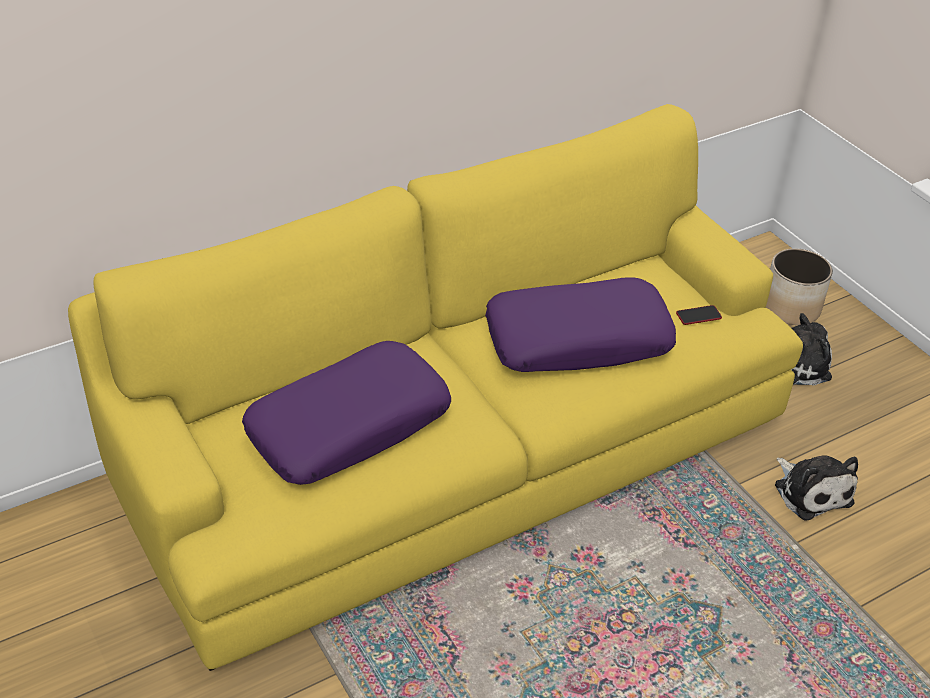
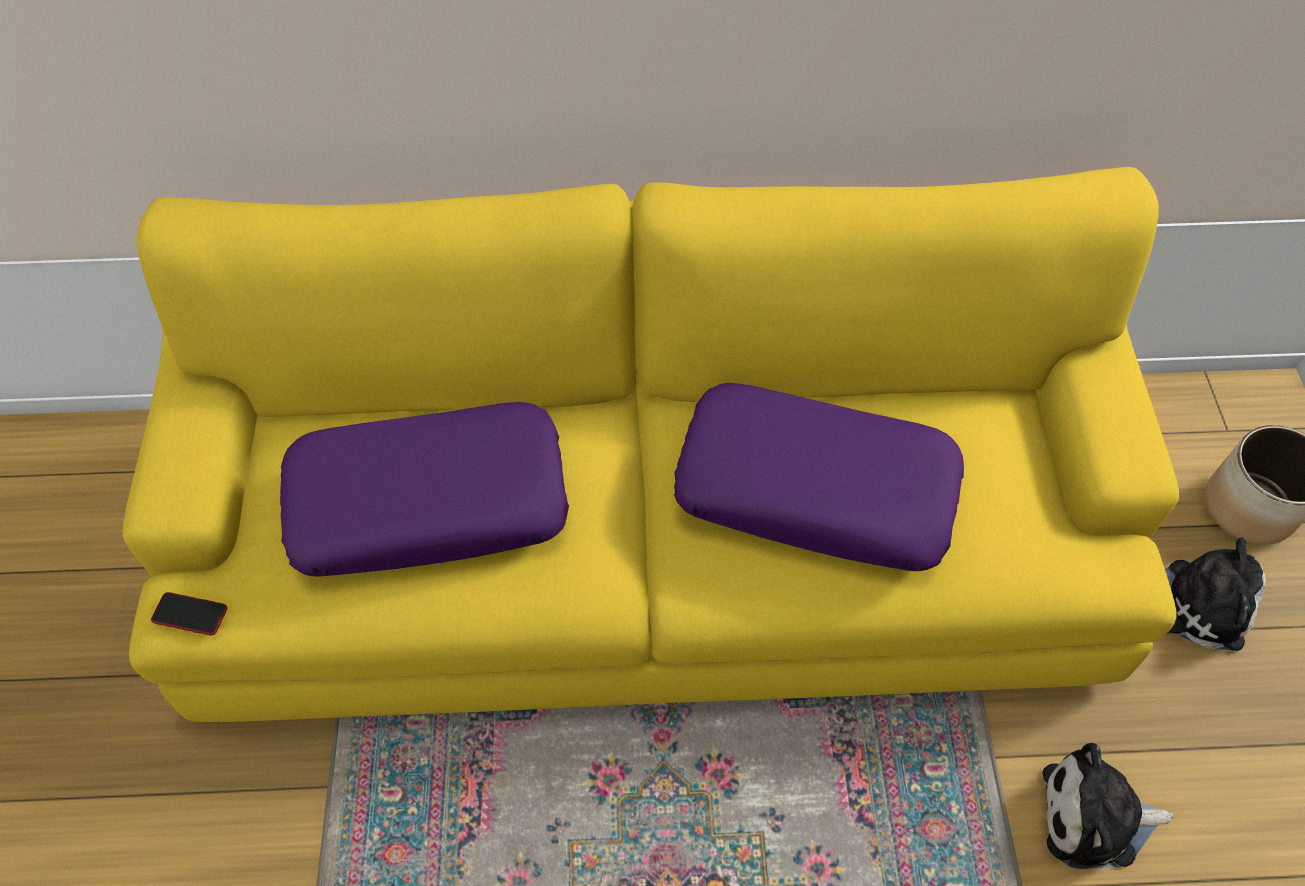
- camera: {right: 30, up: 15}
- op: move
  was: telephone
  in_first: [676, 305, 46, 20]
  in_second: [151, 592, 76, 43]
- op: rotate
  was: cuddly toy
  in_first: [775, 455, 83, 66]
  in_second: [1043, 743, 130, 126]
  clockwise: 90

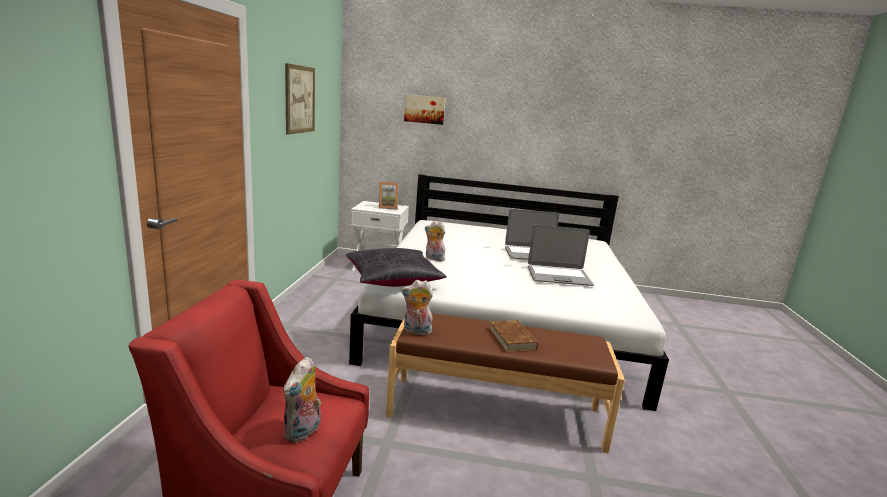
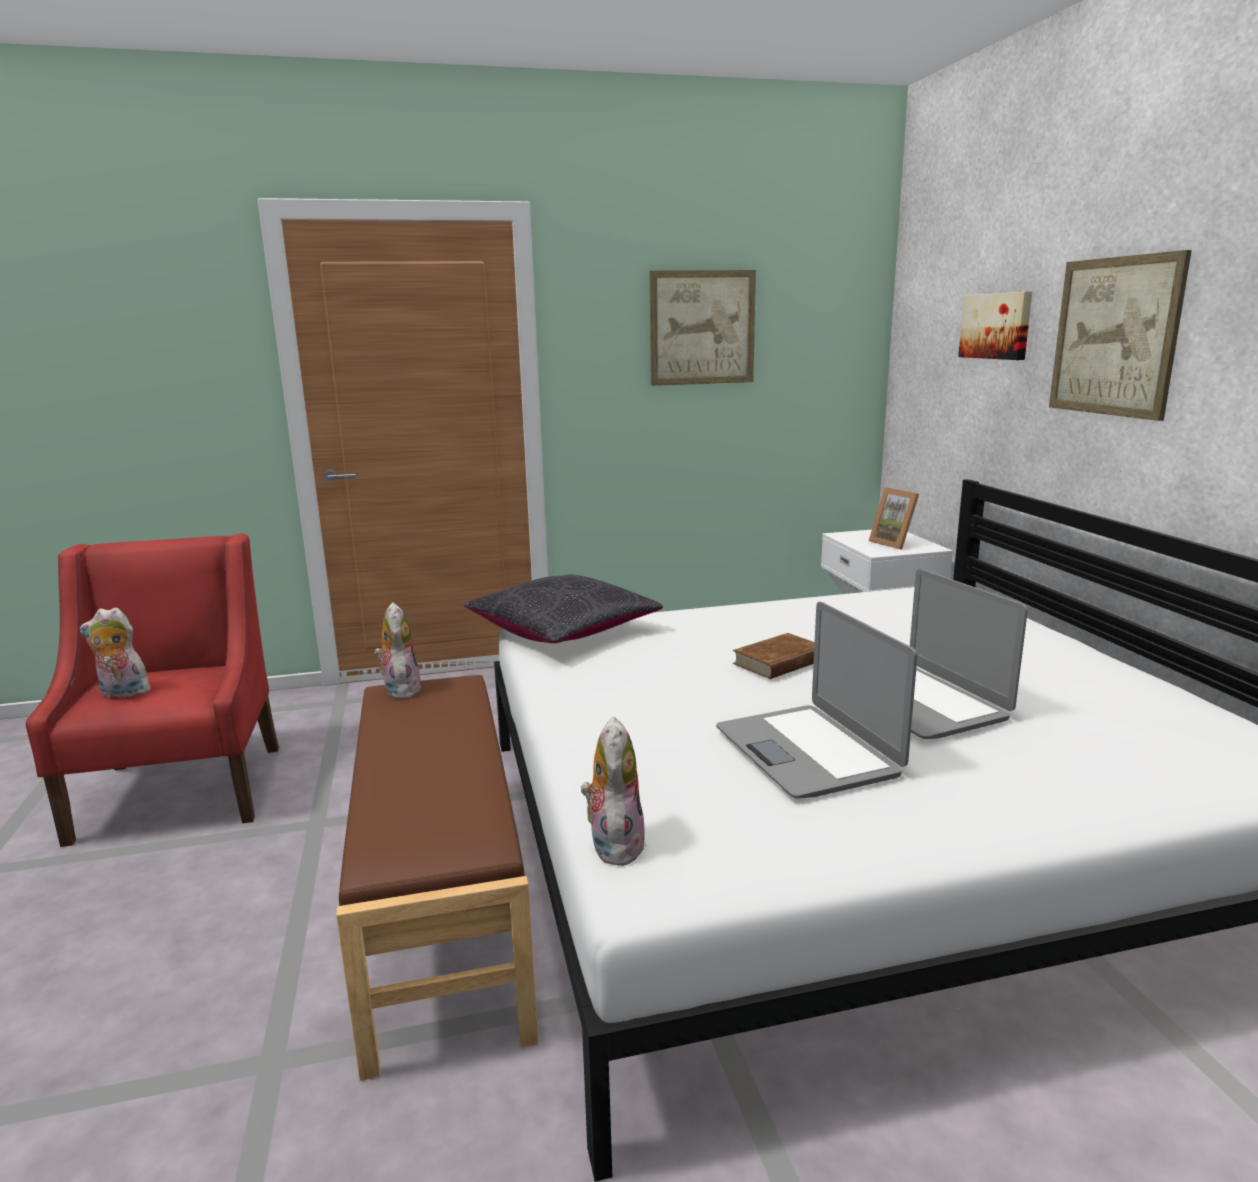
- camera: {right: 70, up: 0}
- op: insert
  now: wall picture
  in_second: [1049, 250, 143, 171]
- op: move
  was: cuddly toy
  in_first: [425, 221, 20, 40]
  in_second: [581, 717, 65, 149]
- op: move
  was: volume in brown
  in_first: [489, 320, 49, 32]
  in_second: [733, 633, 82, 46]

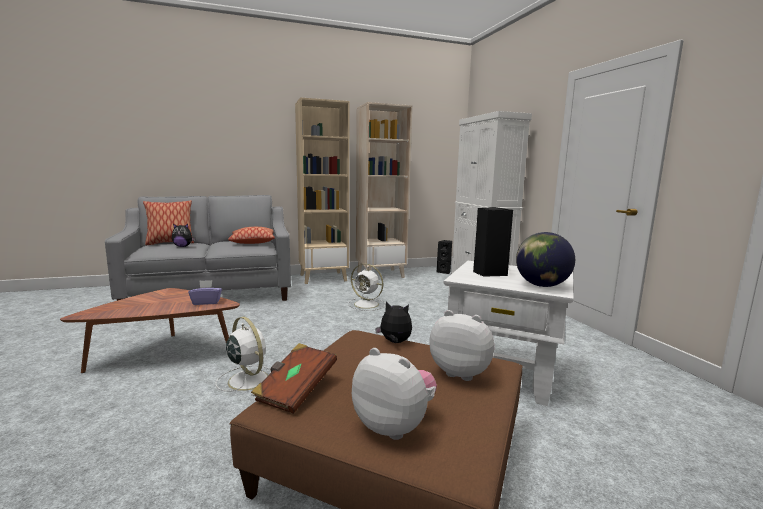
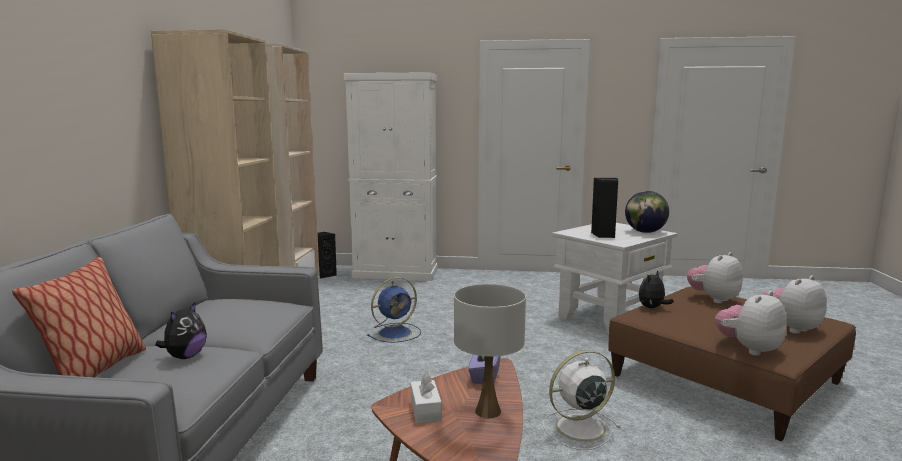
- camera: {right: -65, up: 0}
- op: delete
  was: cushion
  in_first: [228, 227, 47, 17]
- op: insert
  now: tissue box in whitish
  in_second: [411, 372, 31, 51]
- op: insert
  now: tabletop lamp in whitish
  in_second: [454, 284, 72, 134]
- op: replace
  was: volume in brown
  now: cuddly toy
  in_first: [251, 343, 86, 71]
  in_second: [715, 291, 71, 65]
- op: recolor
  was: electric fan in whitish
  now: electric fan in bluish
  in_first: [348, 264, 38, 47]
  in_second: [367, 277, 54, 66]

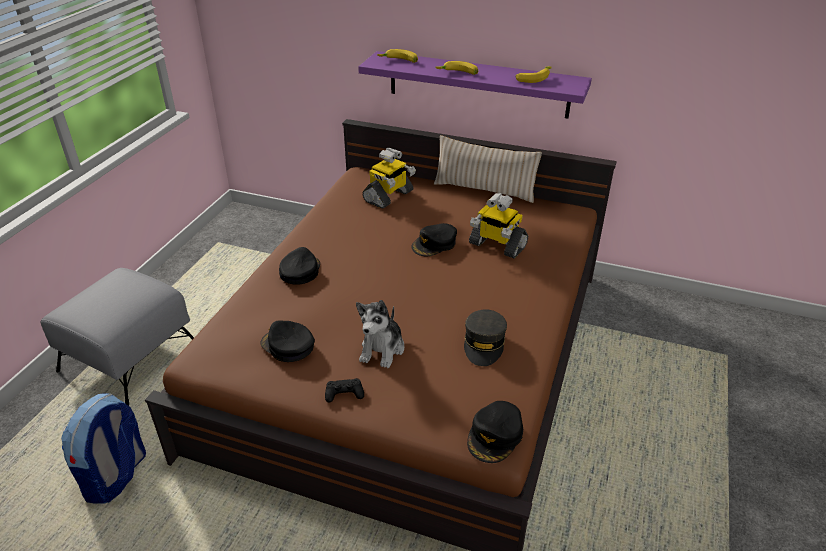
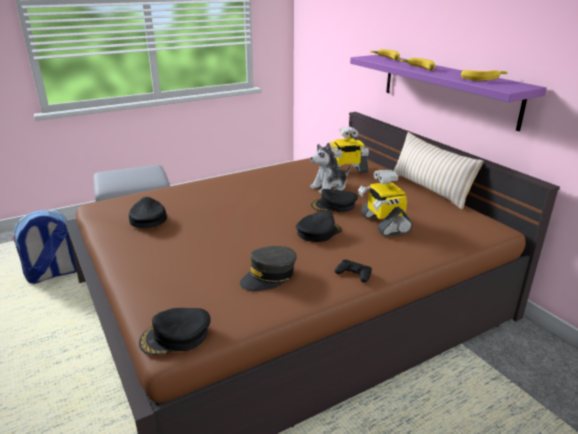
- camera: {right: 40, up: -10}
- op: move
  was: peaked cap in blackish
  in_first: [279, 247, 41, 38]
  in_second: [296, 211, 46, 31]
- op: move
  was: gamepad in blackish
  in_first: [325, 378, 39, 24]
  in_second: [335, 260, 37, 23]
- op: move
  was: cuddly toy
  in_first: [356, 300, 49, 68]
  in_second: [310, 142, 40, 52]

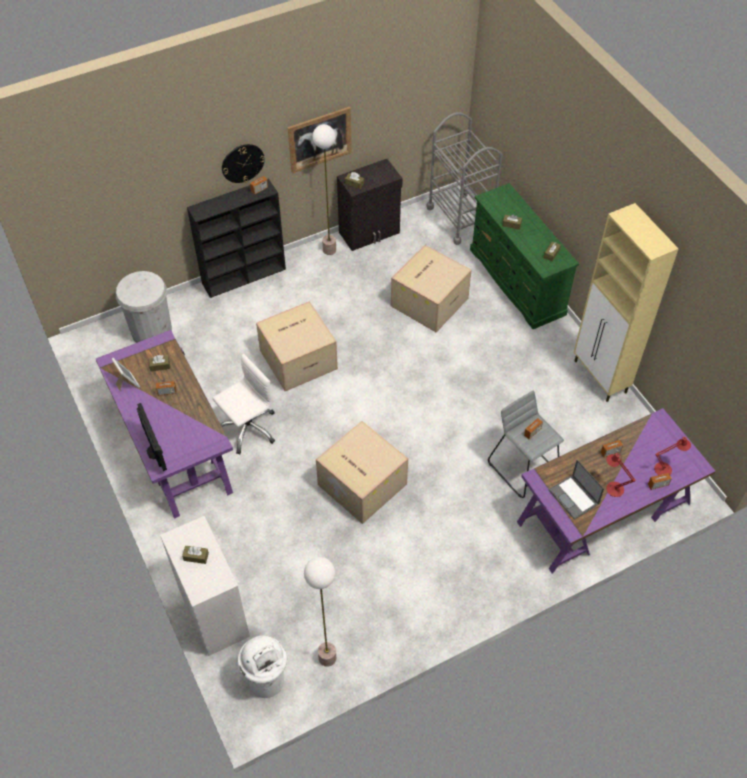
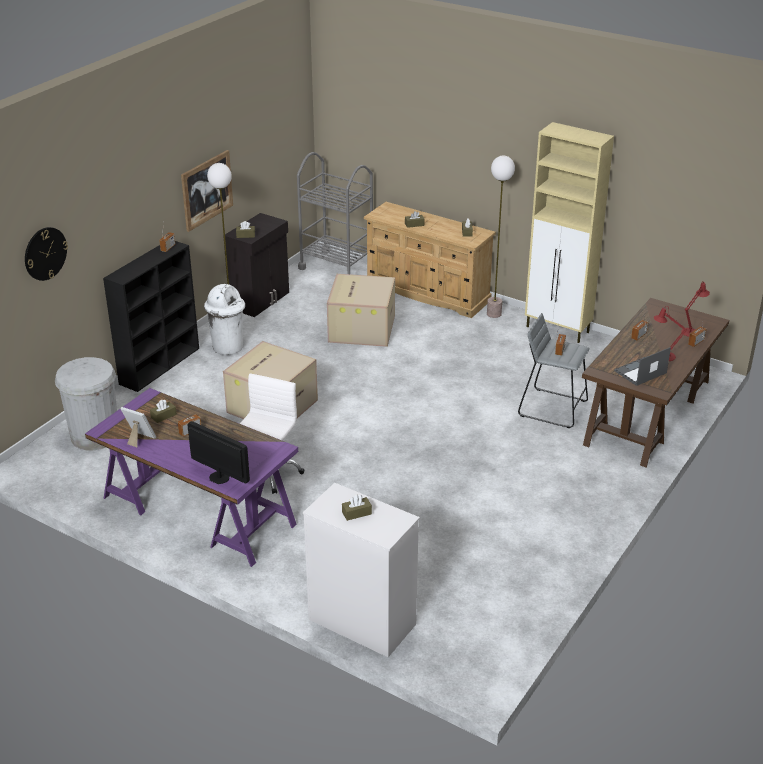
- camera: {right: -30, up: -20}
- op: delete
  was: cardboard box
  in_first: [316, 421, 92, 103]
- op: move
  was: clock on the wall
  in_first: [222, 144, 43, 39]
  in_second: [25, 227, 43, 54]
- op: move
  was: trash can in whitish
  in_first: [238, 635, 49, 63]
  in_second: [204, 284, 41, 71]
- op: move
  was: standard lamp
  in_first: [304, 557, 32, 110]
  in_second: [487, 155, 28, 163]
- op: recolor
  was: drawer chest in greenish
  now: drawer chest in sand-coloured
  in_first: [470, 183, 109, 146]
  in_second: [364, 202, 132, 116]
- op: recolor
  was: desk table in purple
  now: desk table in brown
  in_first: [517, 408, 199, 166]
  in_second: [582, 298, 147, 169]
- op: rotate
  was: notebook computer
  in_first: [549, 460, 55, 60]
  in_second: [614, 347, 57, 39]
  clockwise: 120

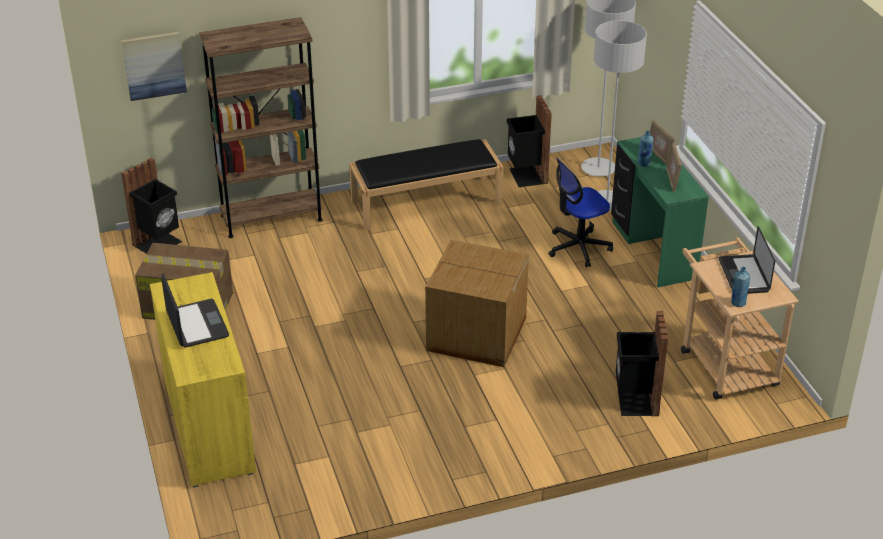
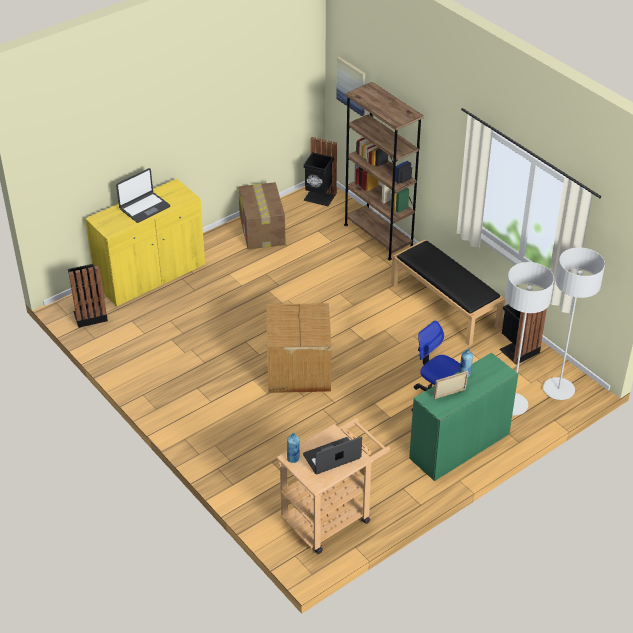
- camera: {right: 70, up: 5}
- op: delete
  was: standing frame
  in_first: [650, 119, 25, 46]
- op: move
  was: trash can in blackish
  in_first: [616, 311, 52, 105]
  in_second: [68, 264, 40, 64]

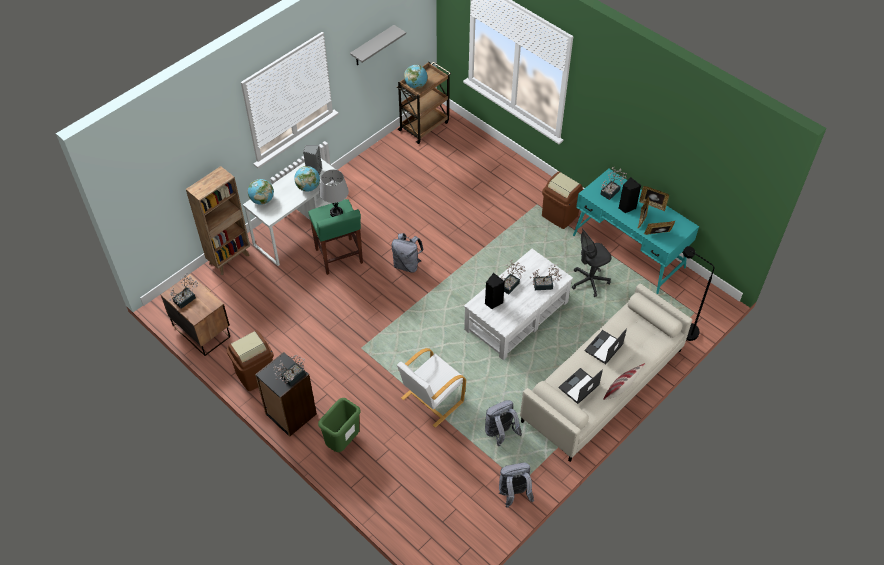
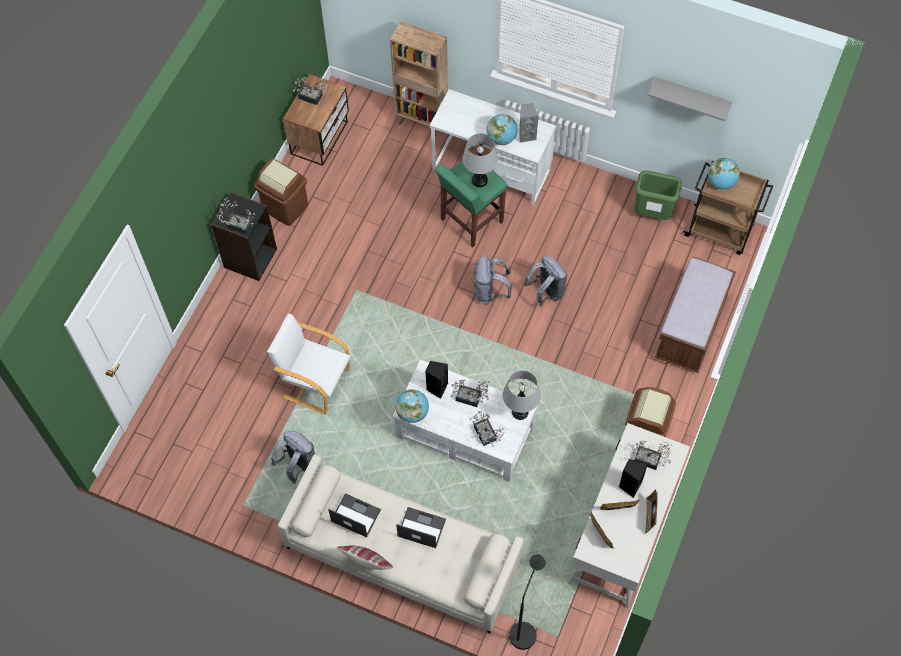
- camera: {right: 70, up: 10}
- op: delete
  was: computer chair in grey
  in_first: [572, 228, 39, 69]
- op: insert
  now: tabletop lamp in grey
  in_second: [503, 371, 38, 49]
- op: insert
  now: bench in brown
  in_second: [655, 256, 81, 117]
- op: move
  was: world globe
  in_first: [248, 179, 26, 26]
  in_second: [395, 389, 34, 34]
- op: move
  was: trash can in greenish
  in_first: [318, 398, 43, 54]
  in_second: [634, 170, 48, 50]
- op: move
  was: rucksack in grey
  in_first: [499, 463, 35, 45]
  in_second: [523, 256, 44, 50]
- op: recolor
  was: desk table in turquoise-coloured
  now: desk table in whitish
  in_first: [573, 169, 126, 125]
  in_second: [568, 423, 122, 186]

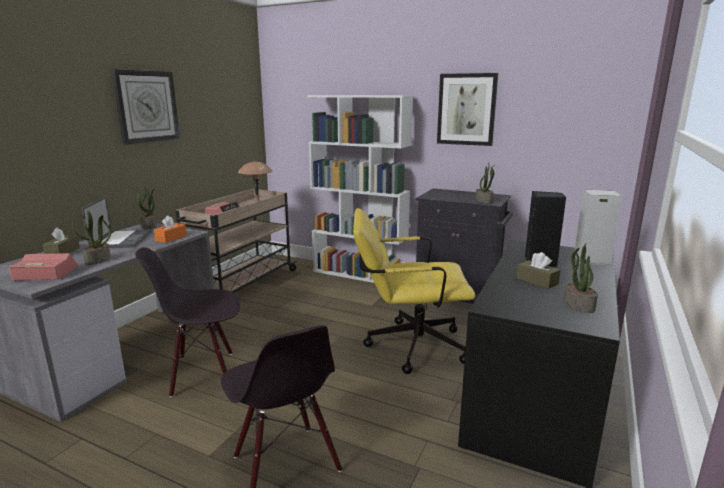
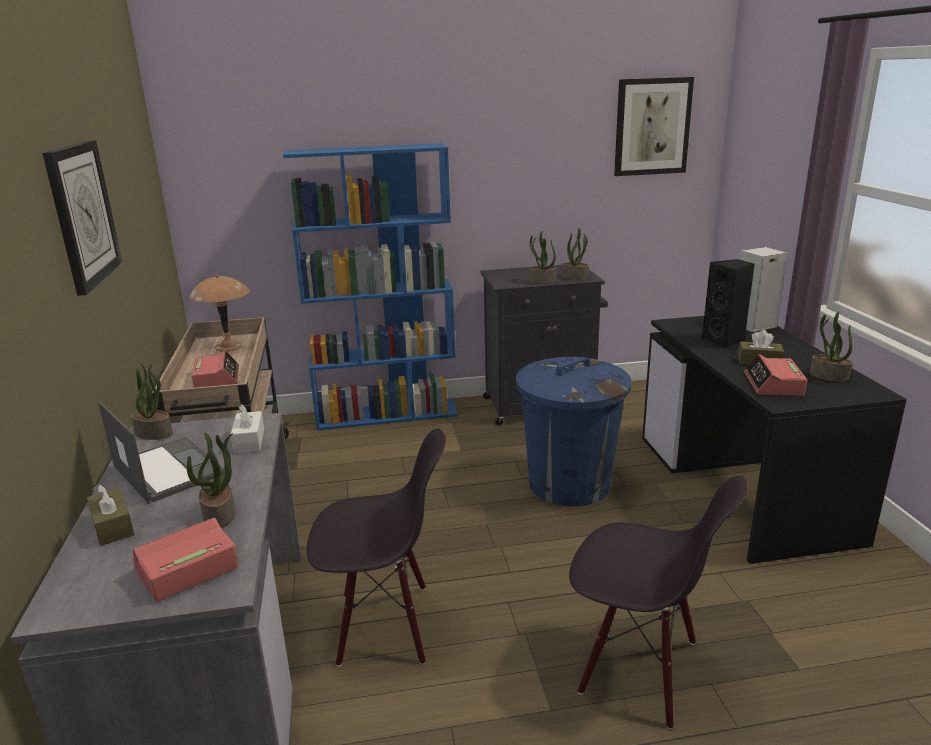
- camera: {right: -35, up: 5}
- op: insert
  now: plant in a pot
  in_second: [529, 231, 28, 53]
- op: insert
  now: alarm clock
  in_second: [744, 354, 63, 42]
- op: move
  was: wall picture
  in_first: [437, 73, 61, 73]
  in_second: [614, 77, 80, 99]
- op: replace
  was: computer chair in yellowish
  now: trash can in bluish
  in_first: [353, 208, 122, 166]
  in_second: [516, 357, 116, 149]
- op: recolor
  was: tissue box in orange
  now: tissue box in whitish
  in_first: [154, 215, 33, 28]
  in_second: [231, 404, 33, 49]
- op: recolor
  was: bookshelf in whitish
  now: bookshelf in bluish
  in_first: [307, 95, 106, 188]
  in_second: [283, 143, 175, 288]
- op: rotate
  was: upright chair in blackish
  in_first: [135, 247, 105, 150]
  in_second: [307, 428, 139, 239]
  clockwise: -135

